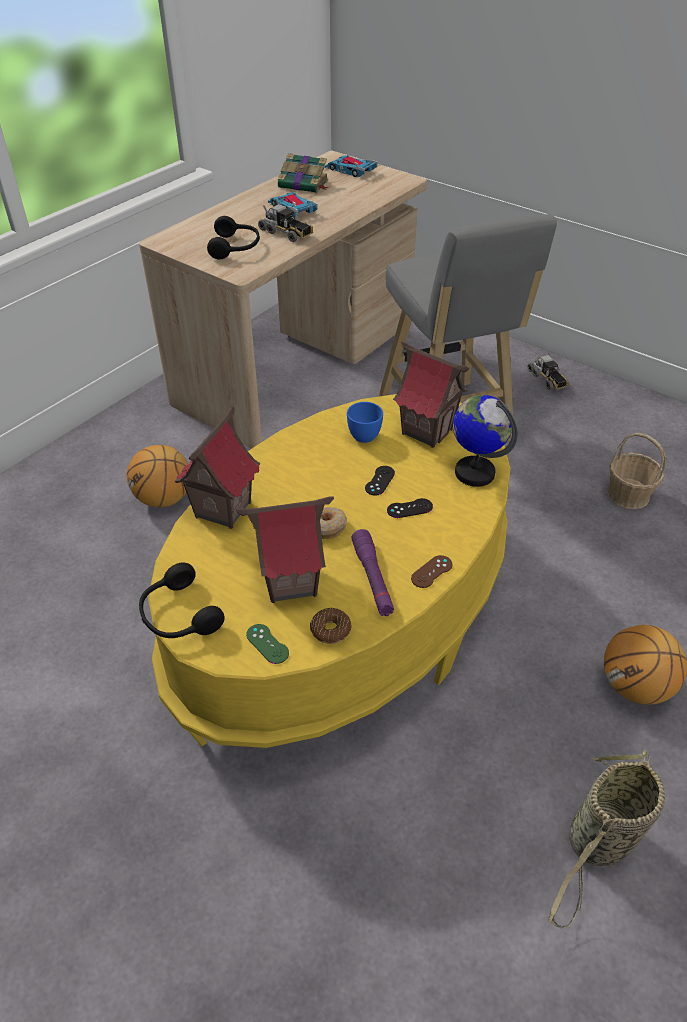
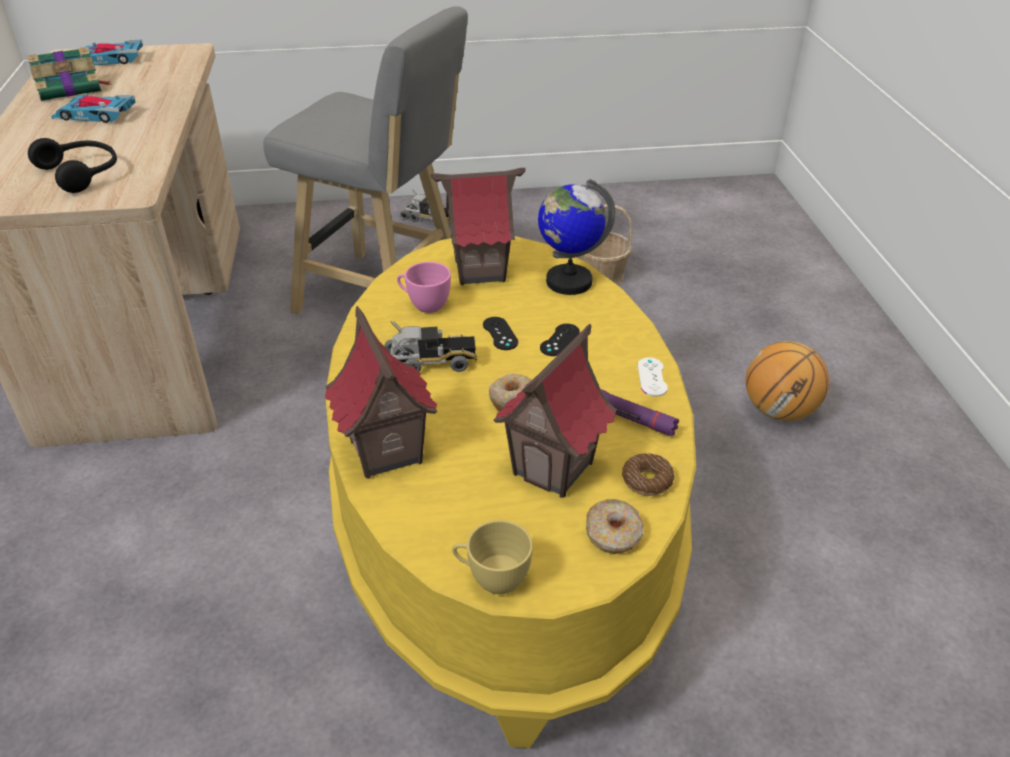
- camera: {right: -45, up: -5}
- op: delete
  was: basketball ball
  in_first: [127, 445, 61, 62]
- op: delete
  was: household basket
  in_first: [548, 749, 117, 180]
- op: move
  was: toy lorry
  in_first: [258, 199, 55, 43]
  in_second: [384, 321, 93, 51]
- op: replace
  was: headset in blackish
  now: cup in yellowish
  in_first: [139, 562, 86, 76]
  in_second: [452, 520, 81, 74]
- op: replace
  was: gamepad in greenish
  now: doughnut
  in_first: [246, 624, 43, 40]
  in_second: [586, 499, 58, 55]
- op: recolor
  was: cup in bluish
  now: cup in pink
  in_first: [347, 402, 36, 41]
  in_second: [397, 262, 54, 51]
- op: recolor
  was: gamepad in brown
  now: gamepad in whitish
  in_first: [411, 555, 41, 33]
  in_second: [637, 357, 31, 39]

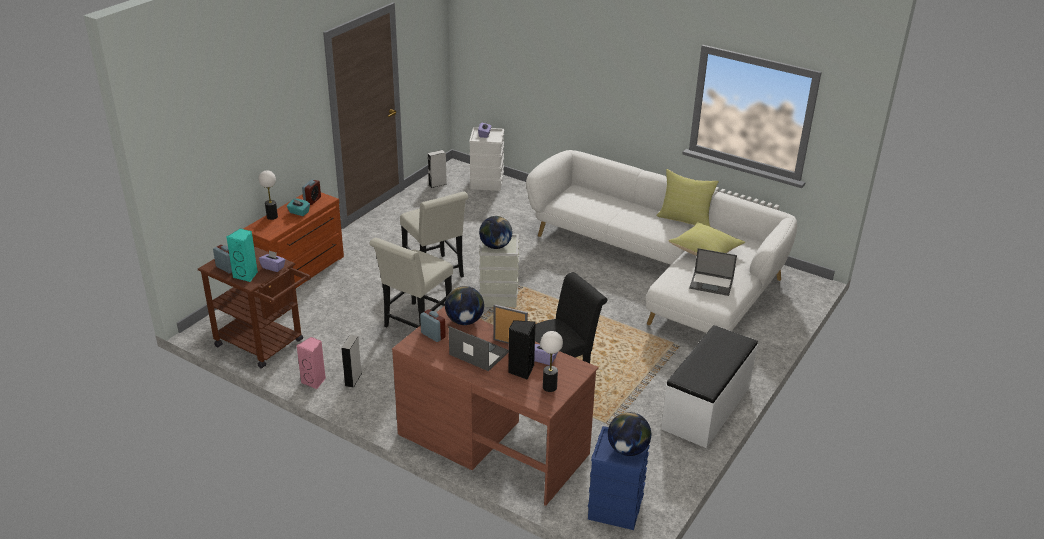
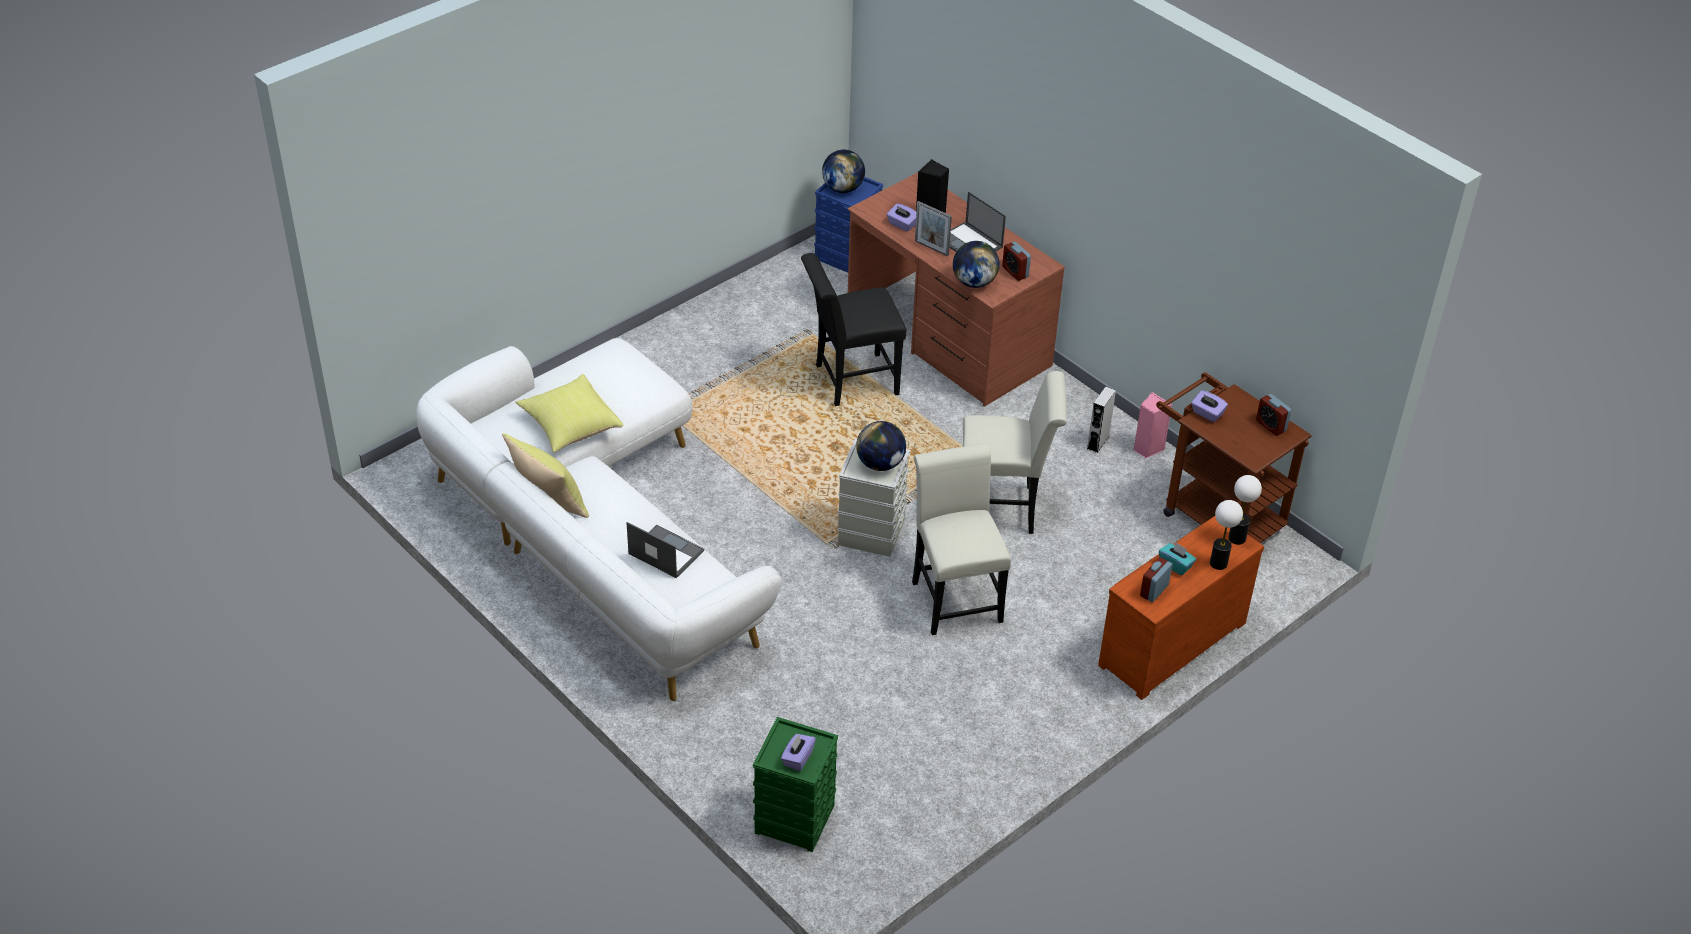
- camera: {right: -165, up: 10}
- op: delete
  was: audio speaker in turquoise-coloured
  in_first: [227, 228, 31, 54]
- op: delete
  was: audio speaker in grey
  in_first: [428, 150, 19, 38]
- op: delete
  was: bench in whitish
  in_first: [661, 325, 97, 123]
- op: move
  was: tabletop lamp
  in_first: [541, 331, 22, 61]
  in_second: [1228, 475, 34, 70]
- op: move
  was: notebook computer
  in_first: [689, 248, 48, 48]
  in_second: [626, 522, 78, 56]
- op: recolor
  was: storage container in whitish
  now: storage container in greenish
  in_first: [469, 127, 35, 64]
  in_second: [753, 717, 85, 135]
- op: rotate
  was: upright chair in whitish
  in_first: [369, 238, 84, 90]
  in_second: [963, 371, 104, 163]
  clockwise: 45

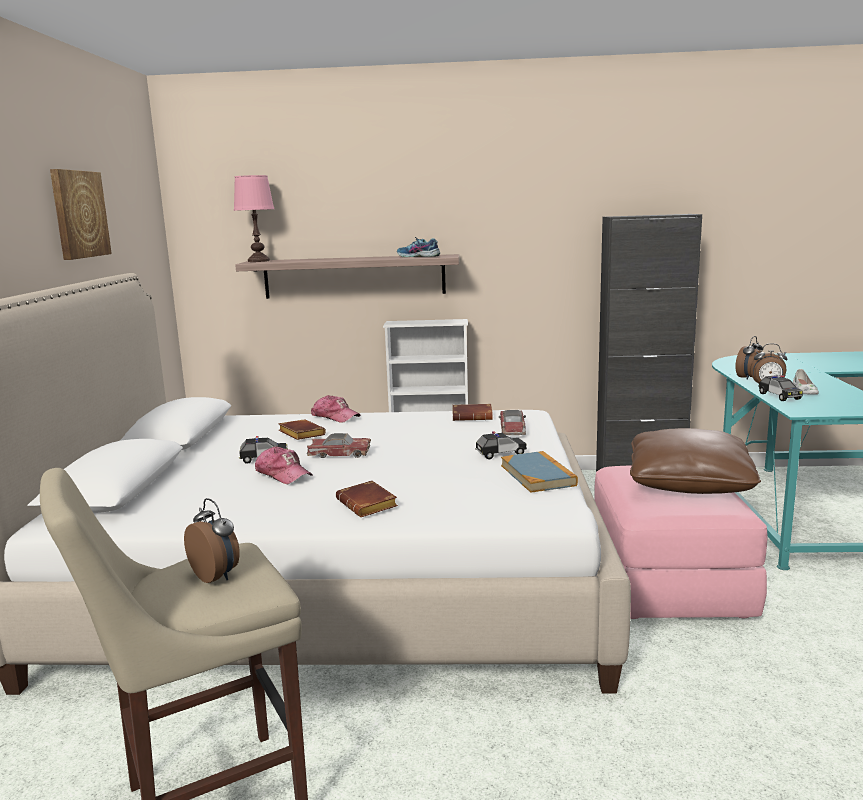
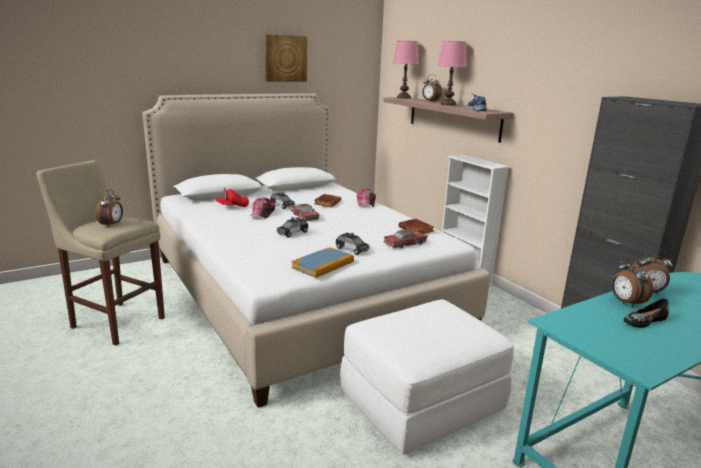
- camera: {right: 55, up: 5}
- op: delete
  was: volume in brown
  in_first: [336, 480, 62, 37]
- op: delete
  was: cushion in brown
  in_first: [630, 428, 131, 66]
- op: insert
  now: peaked cap in red
  in_second: [215, 188, 34, 19]
- op: insert
  now: alarm clock
  in_second: [422, 74, 20, 28]
- op: insert
  now: tabletop lamp in pink
  in_second: [437, 41, 30, 64]
- op: move
  was: toy car
  in_first: [759, 375, 44, 26]
  in_second: [277, 217, 31, 21]
- op: recolor
  was: pouffe in pink
  now: pouffe in whitish
  in_first: [594, 465, 173, 154]
  in_second: [340, 299, 174, 156]
- op: recolor
  was: item of footwear in whitish
  now: item of footwear in blackish
  in_first: [793, 369, 26, 25]
  in_second: [624, 299, 45, 29]

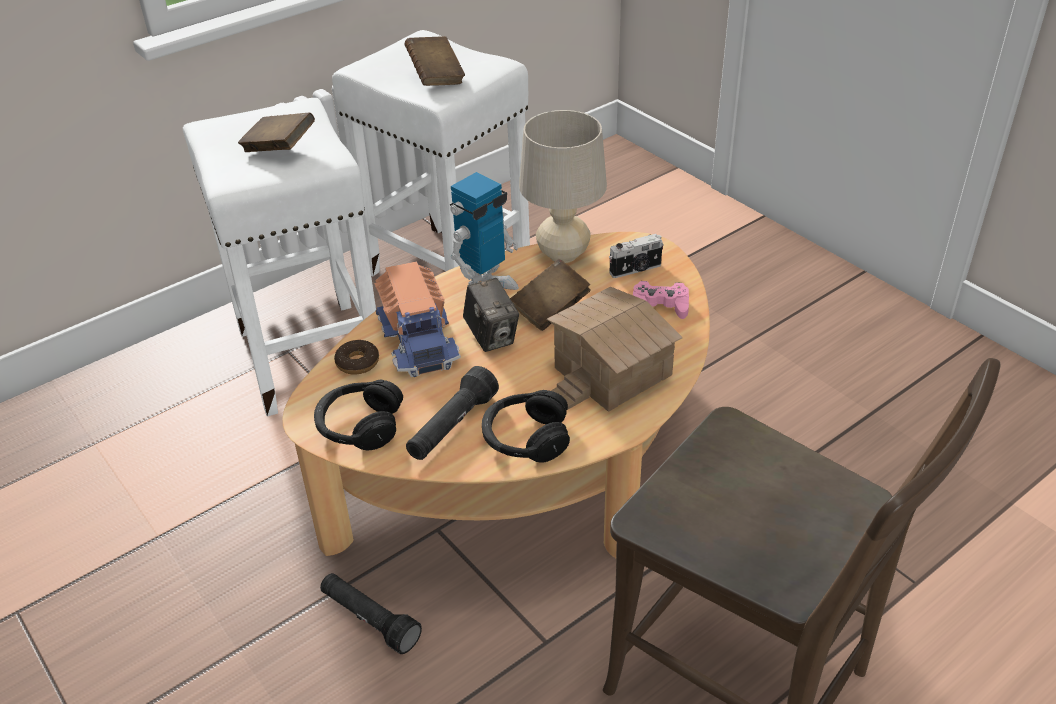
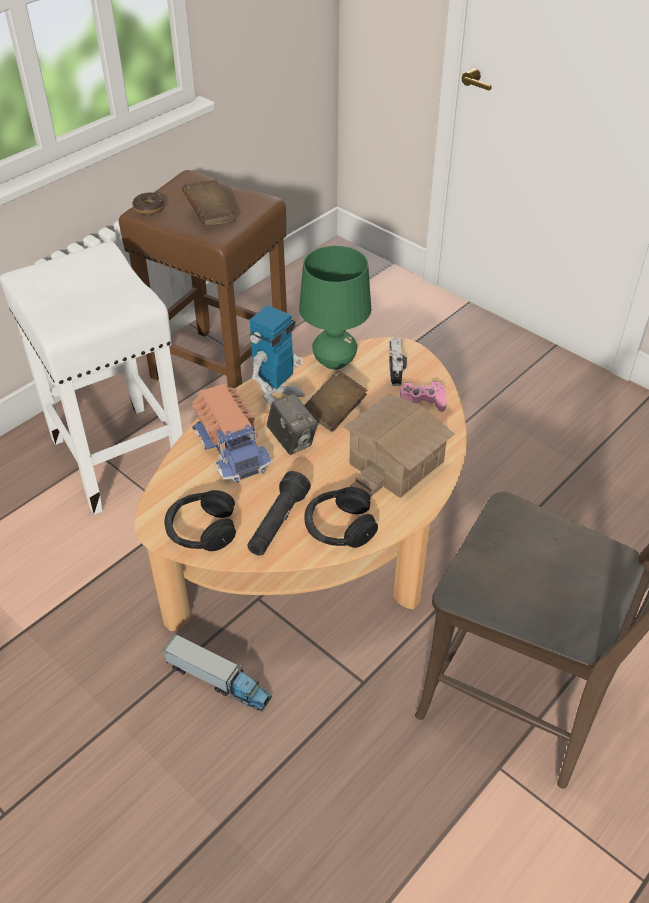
- camera: {right: -10, up: 5}
- op: delete
  was: volume in brown
  in_first: [238, 112, 77, 40]
- op: move
  was: doughnut
  in_first: [334, 340, 45, 35]
  in_second: [132, 192, 33, 23]
- op: replace
  was: flashlight in blackish
  now: toy lorry
  in_first: [320, 573, 102, 81]
  in_second: [163, 634, 109, 77]
- op: recolor
  was: stool seat in whitish
  now: stool seat in brown
  in_first: [332, 30, 198, 246]
  in_second: [119, 170, 168, 218]
- op: recolor
  was: tabletop lamp in sand-coloured
  now: tabletop lamp in greenish
  in_first: [519, 110, 88, 153]
  in_second: [299, 246, 72, 124]
- op: rotate
  was: still camera
  in_first: [609, 234, 55, 44]
  in_second: [389, 337, 18, 49]
  clockwise: -60

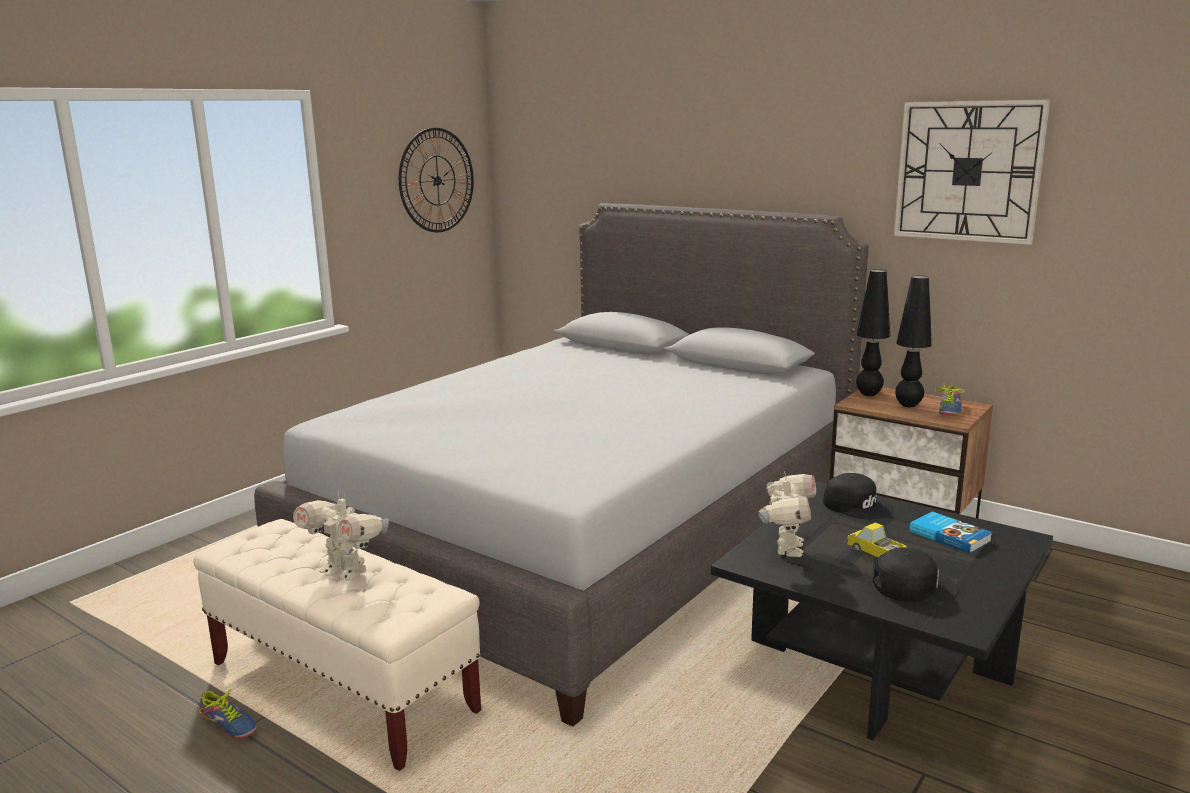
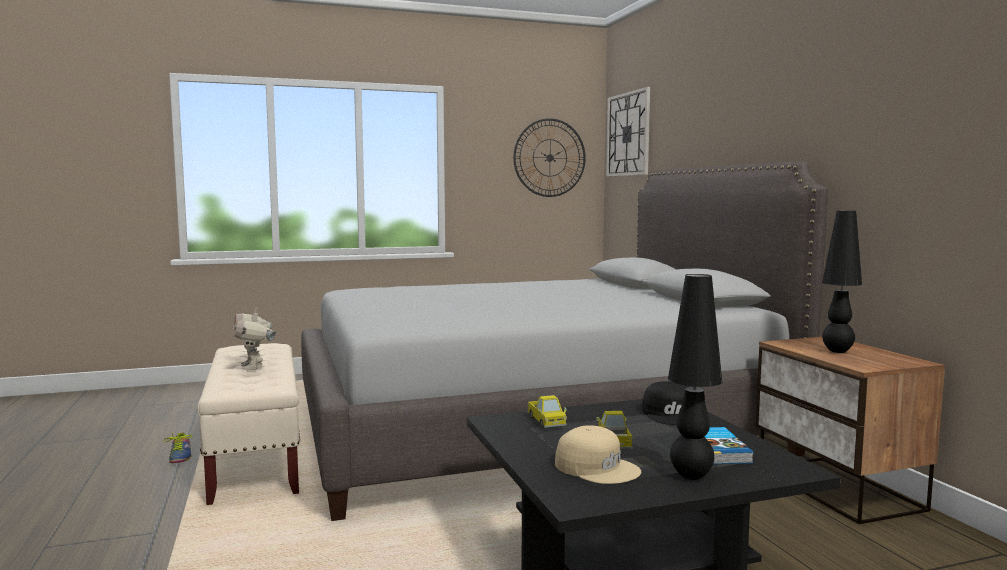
- camera: {right: 35, up: -10}
- op: delete
  was: item of footwear
  in_first: [935, 383, 30, 32]
- op: move
  was: tabletop lamp in blackish
  in_first: [856, 269, 34, 127]
  in_second: [668, 274, 54, 206]
- op: move
  was: clock on the wall
  in_first: [894, 99, 156, 146]
  in_second: [606, 87, 44, 90]
- op: replace
  was: toy robot
  now: toy lorry
  in_first: [758, 472, 58, 85]
  in_second: [527, 395, 40, 33]
- op: recolor
  was: peaked cap in blackish
  now: peaked cap in sand-coloured
  in_first: [873, 547, 86, 56]
  in_second: [555, 426, 86, 58]

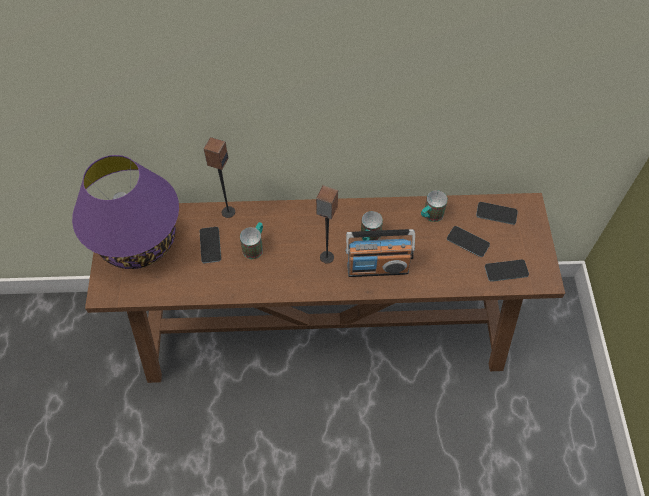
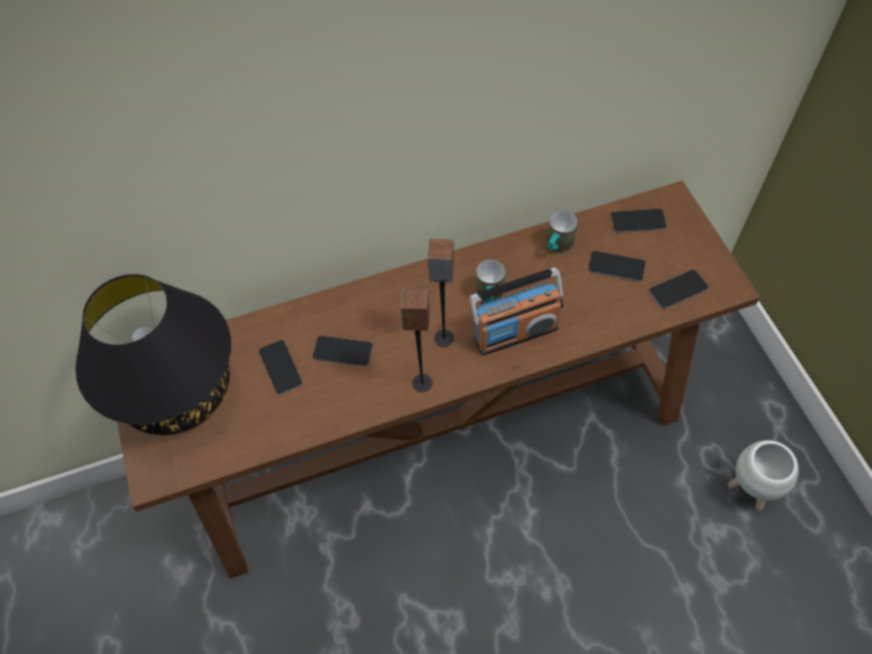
- camera: {right: -15, up: 0}
- op: insert
  now: planter in whitish
  in_second: [728, 440, 71, 70]
- op: move
  was: audio speaker
  in_first: [203, 137, 32, 81]
  in_second: [400, 288, 32, 104]
- op: replace
  was: coffee mug
  now: telephone
  in_first: [240, 222, 23, 37]
  in_second: [313, 336, 60, 31]
- op: recolor
  was: tabletop lamp in purple
  now: tabletop lamp in blackish
  in_first: [72, 155, 107, 114]
  in_second: [75, 274, 156, 161]

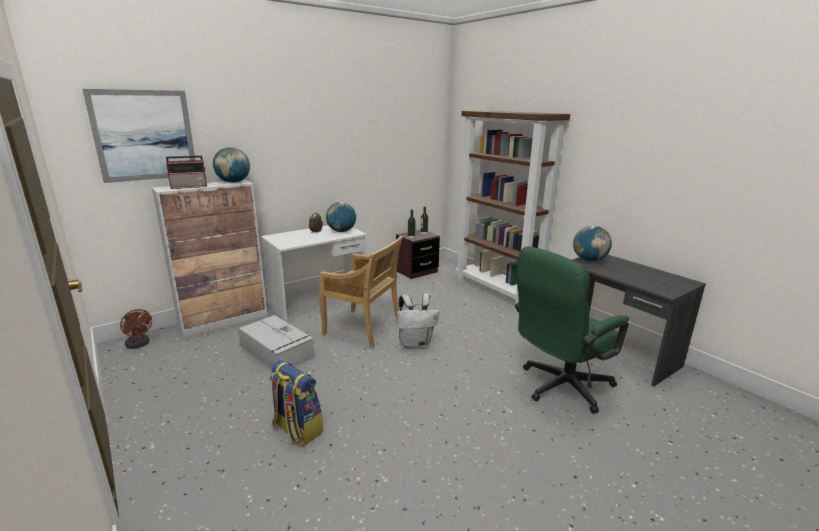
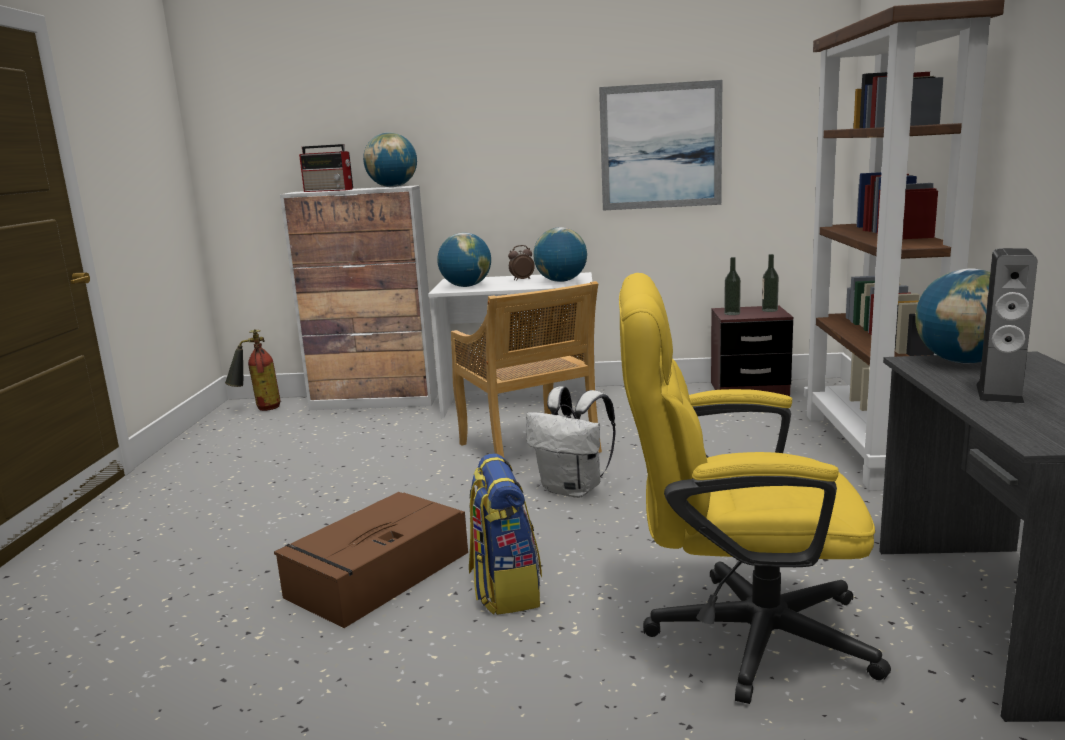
- camera: {right: 40, up: -5}
- op: delete
  was: storage container in grey
  in_first: [238, 315, 76, 54]
- op: insert
  now: storage container in brown
  in_second: [274, 492, 194, 136]
- op: insert
  now: world globe
  in_second: [437, 233, 54, 54]
- op: insert
  now: audio speaker
  in_second: [976, 248, 62, 155]
- op: move
  was: wall picture
  in_first: [83, 89, 112, 94]
  in_second: [599, 80, 123, 131]
- op: move
  was: rucksack
  in_first: [270, 360, 53, 86]
  in_second: [469, 453, 73, 162]
- op: replace
  was: electric fan in brown
  now: extinguisher
  in_first: [120, 309, 32, 40]
  in_second: [225, 329, 56, 82]
- op: recolor
  was: computer chair in greenish
  now: computer chair in yellowish
  in_first: [515, 246, 114, 168]
  in_second: [619, 273, 272, 431]

